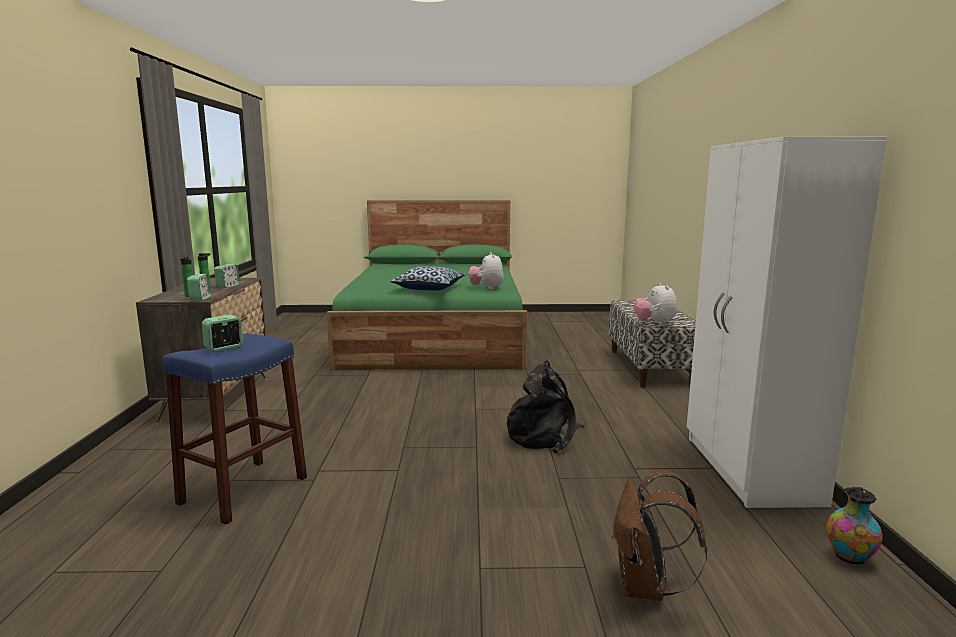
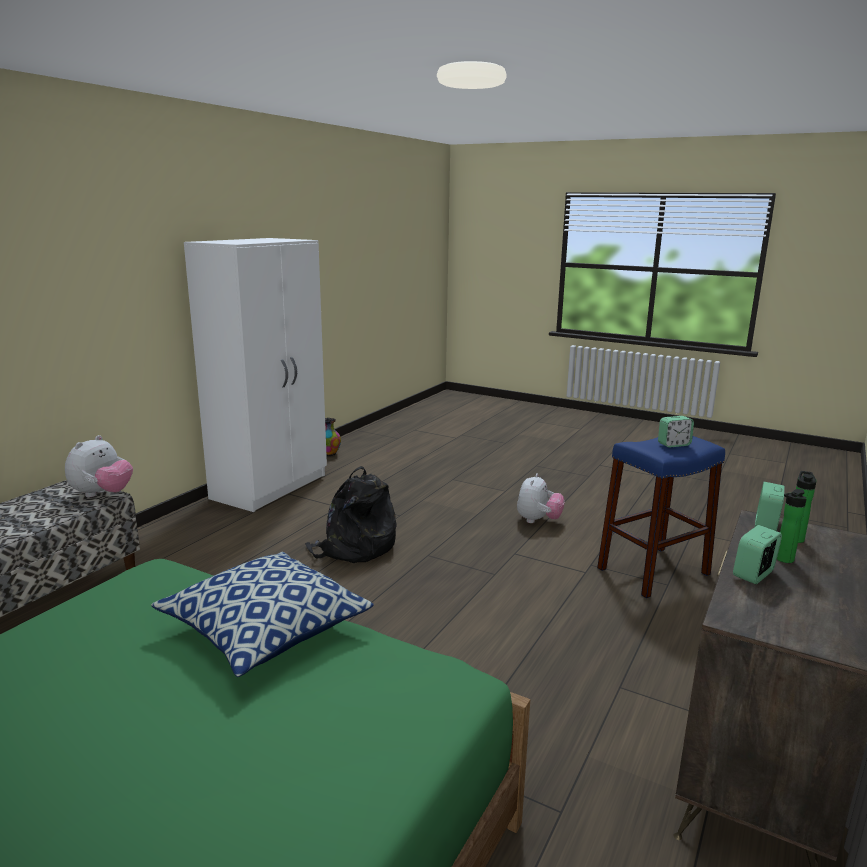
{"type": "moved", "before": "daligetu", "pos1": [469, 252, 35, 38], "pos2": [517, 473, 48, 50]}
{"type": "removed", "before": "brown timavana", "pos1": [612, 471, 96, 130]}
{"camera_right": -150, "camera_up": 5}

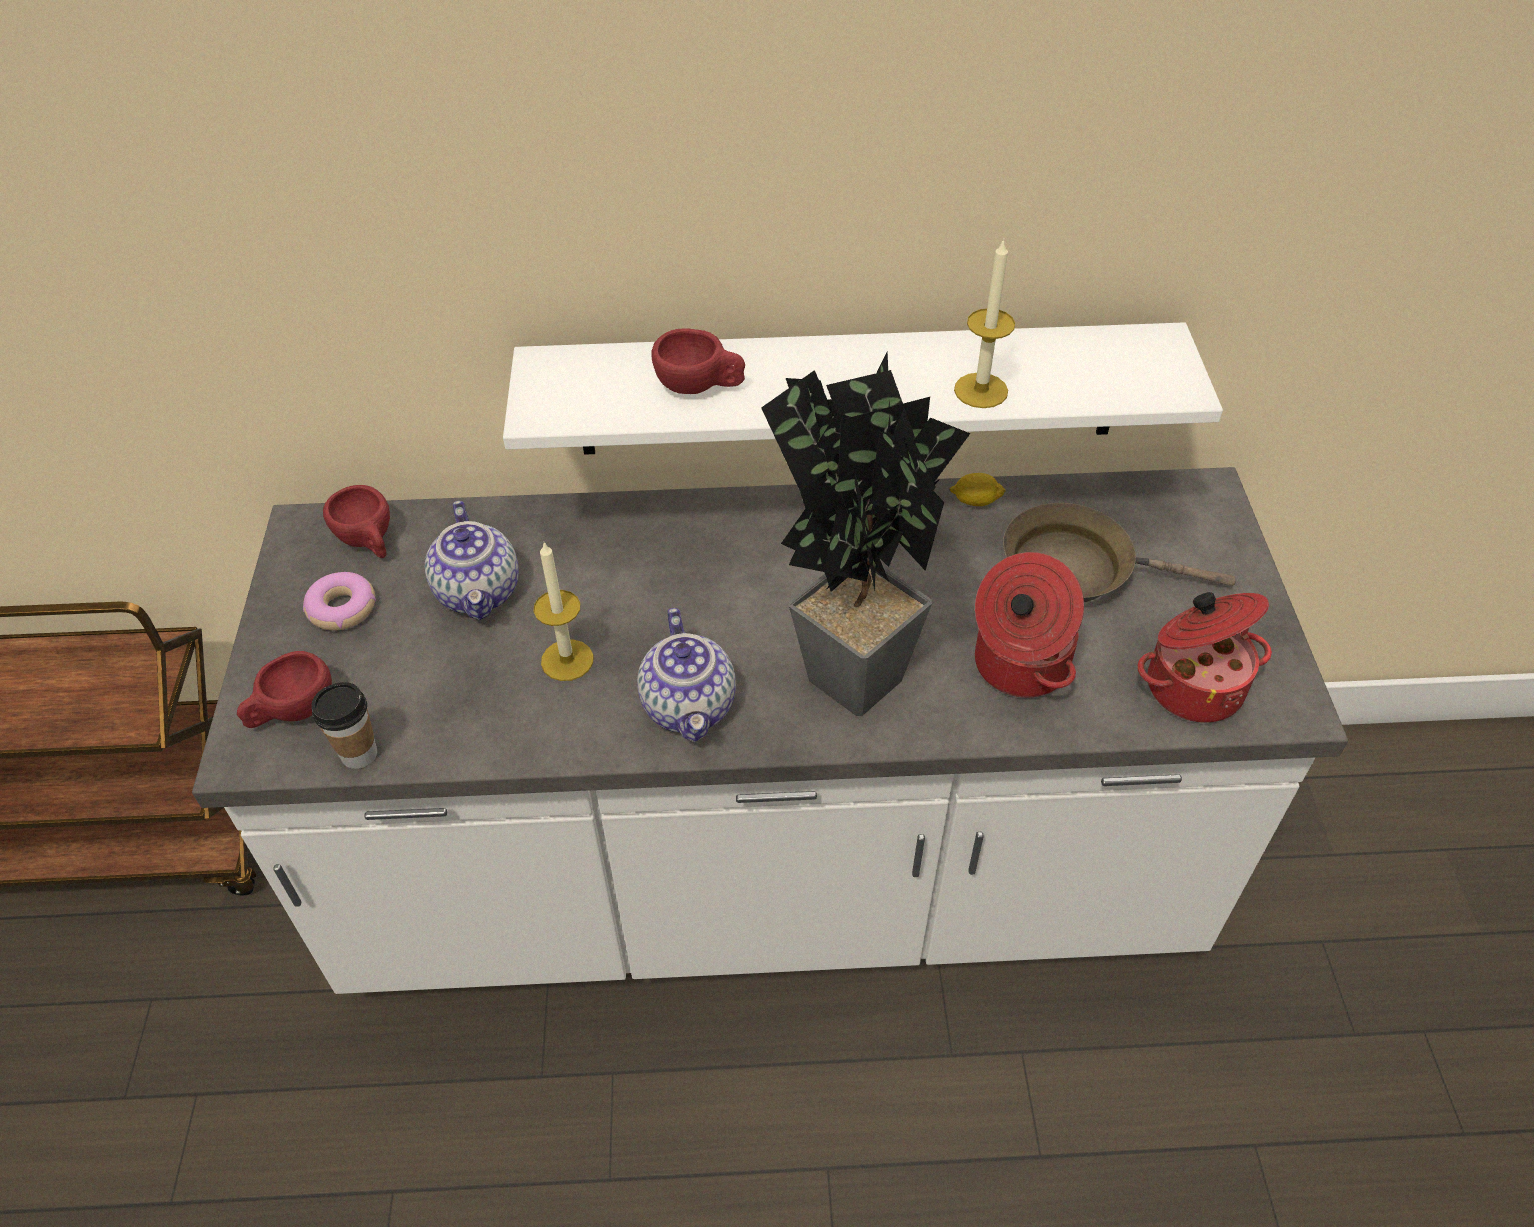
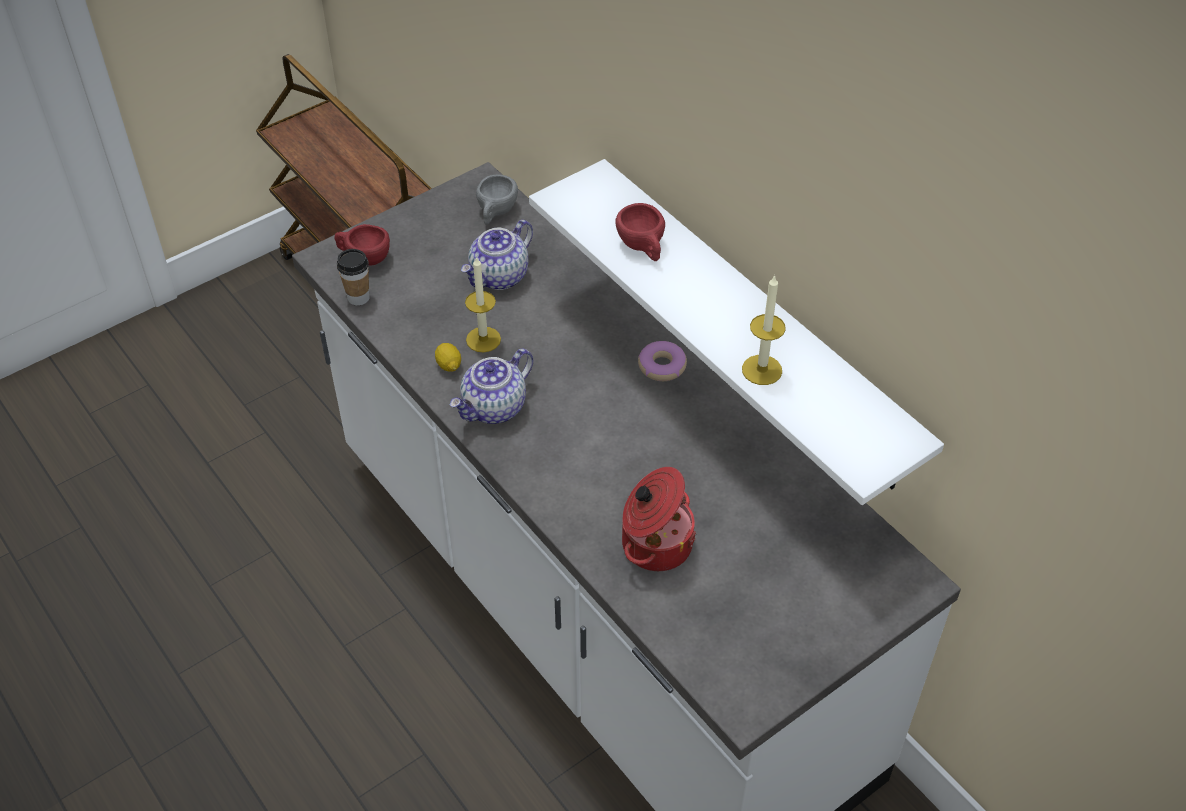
{"type": "moved", "before": "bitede", "pos1": [950, 473, 56, 33], "pos2": [435, 343, 26, 29]}
{"type": "recoloured", "before": "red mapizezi", "after": "grey mapizezi", "pos1": [323, 485, 67, 73], "pos2": [476, 175, 42, 50]}
{"type": "moved", "before": "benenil", "pos1": [303, 572, 73, 59], "pos2": [638, 341, 49, 40]}
{"type": "removed", "before": "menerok", "pos1": [761, 351, 209, 365]}
{"type": "removed", "before": "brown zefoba", "pos1": [1003, 503, 233, 99]}
{"type": "removed", "before": "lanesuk", "pos1": [1138, 592, 134, 131]}
{"camera_right": 55, "camera_up": 0}

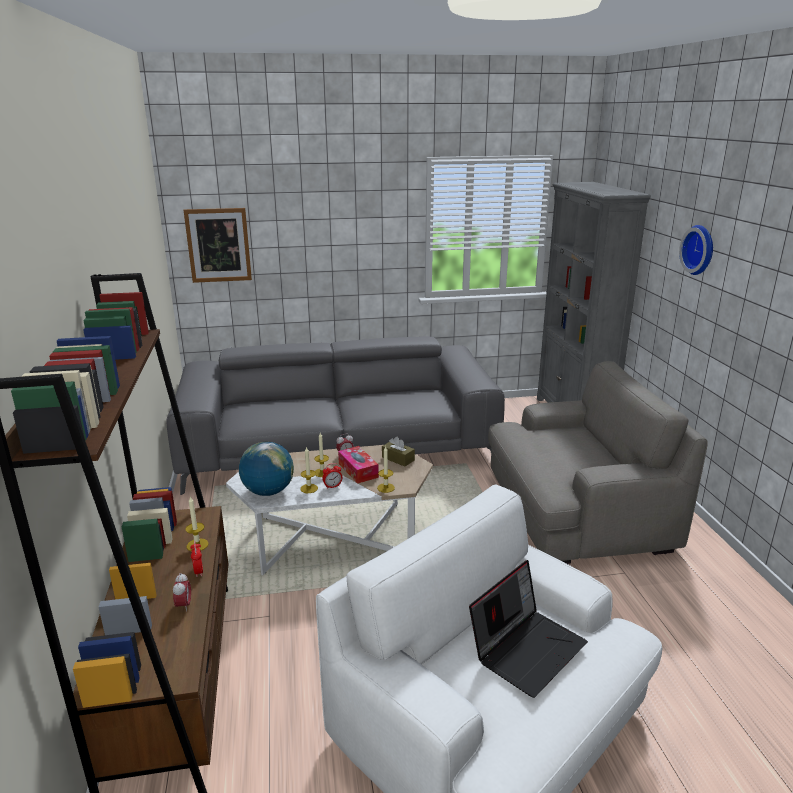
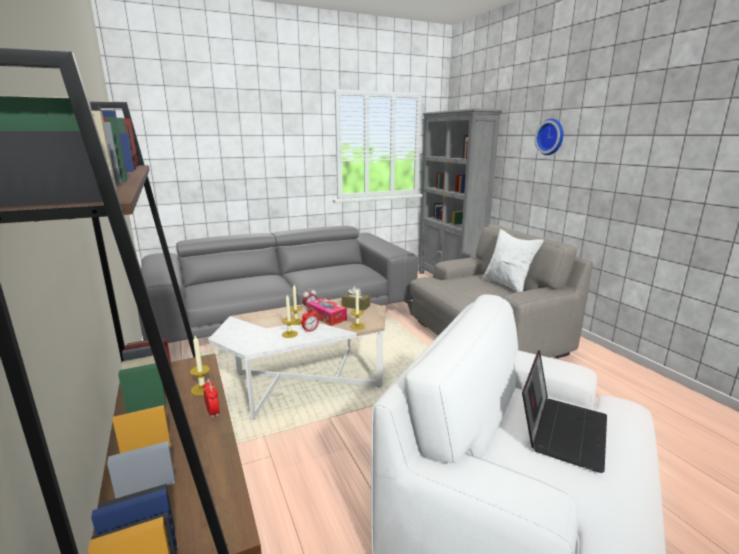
{"type": "added", "after": "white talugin", "pos2": [482, 229, 62, 63]}
{"type": "removed", "before": "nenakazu", "pos1": [173, 573, 18, 39]}
{"type": "removed", "before": "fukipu", "pos1": [184, 208, 68, 75]}
{"type": "removed", "before": "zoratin", "pos1": [239, 442, 55, 54]}
{"camera_right": -15, "camera_up": -5}

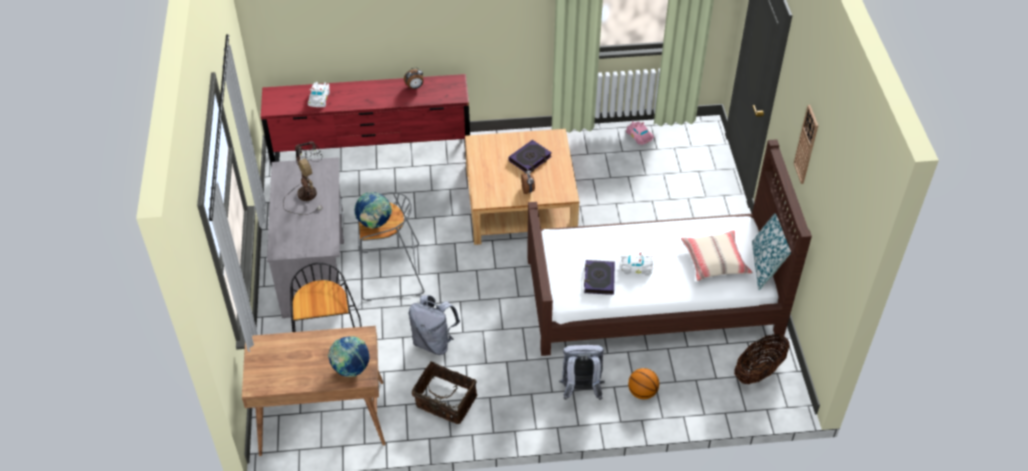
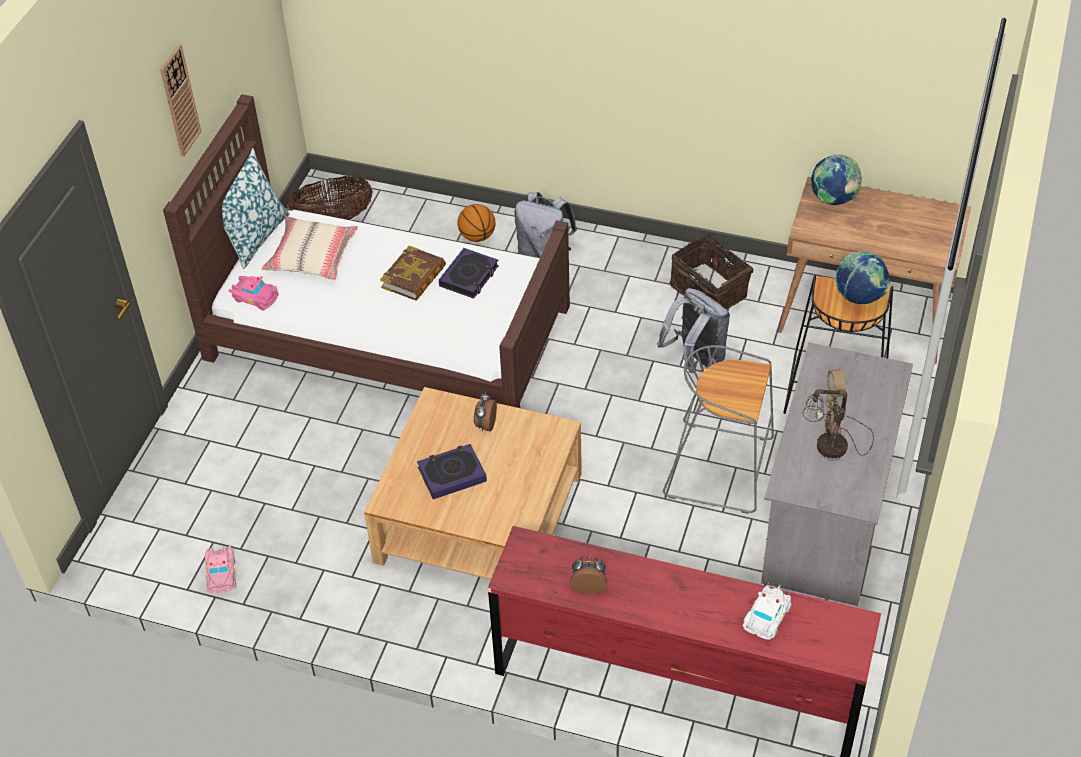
{"type": "added", "after": "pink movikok", "pos2": [229, 276, 50, 35]}
{"type": "replaced", "before": "white movikok", "after": "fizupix", "pos1": [620, 252, 33, 24], "pos2": [380, 245, 66, 56]}
{"type": "moved", "before": "zoratin", "pos1": [354, 192, 38, 37], "pos2": [835, 251, 55, 53]}
{"camera_right": -155, "camera_up": 0}

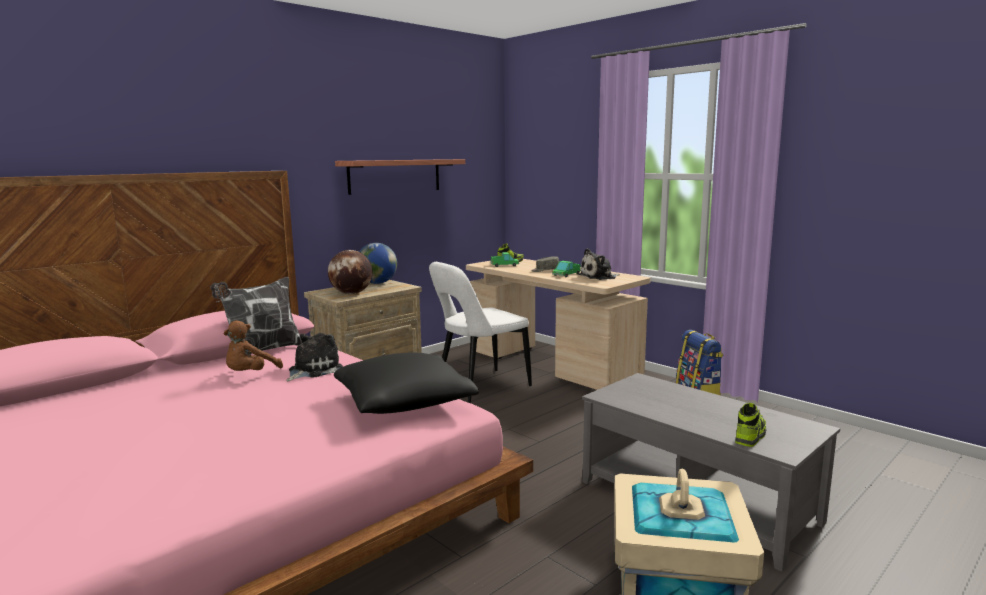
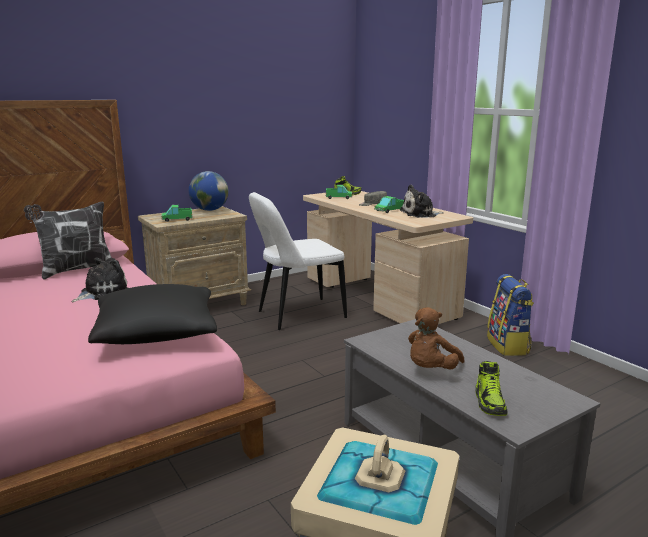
{"type": "replaced", "before": "zoratin", "after": "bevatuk", "pos1": [328, 250, 45, 44], "pos2": [161, 205, 32, 17]}
{"type": "moved", "before": "brown daligetu", "pos1": [223, 321, 60, 50], "pos2": [408, 307, 56, 62]}
{"type": "turned", "before": "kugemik", "pos1": [735, 403, 31, 44], "pos2": [475, 361, 33, 55], "turn": 135}
{"type": "removed", "before": "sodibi", "pos1": [335, 159, 130, 36]}
{"camera_right": 10, "camera_up": 5}

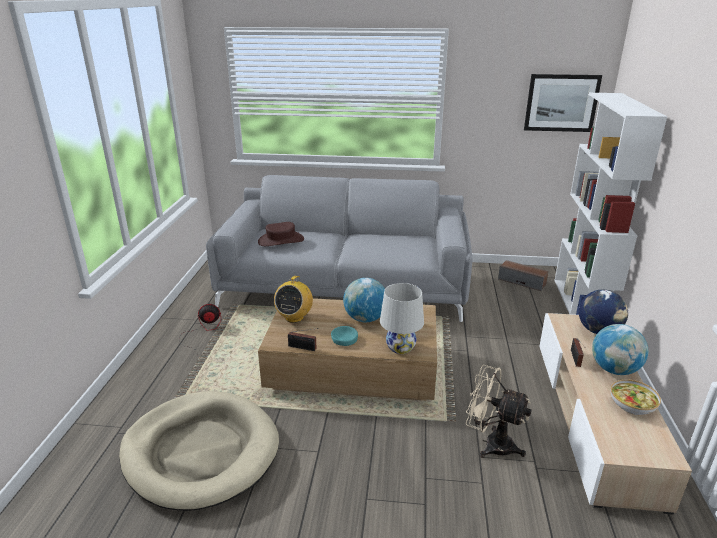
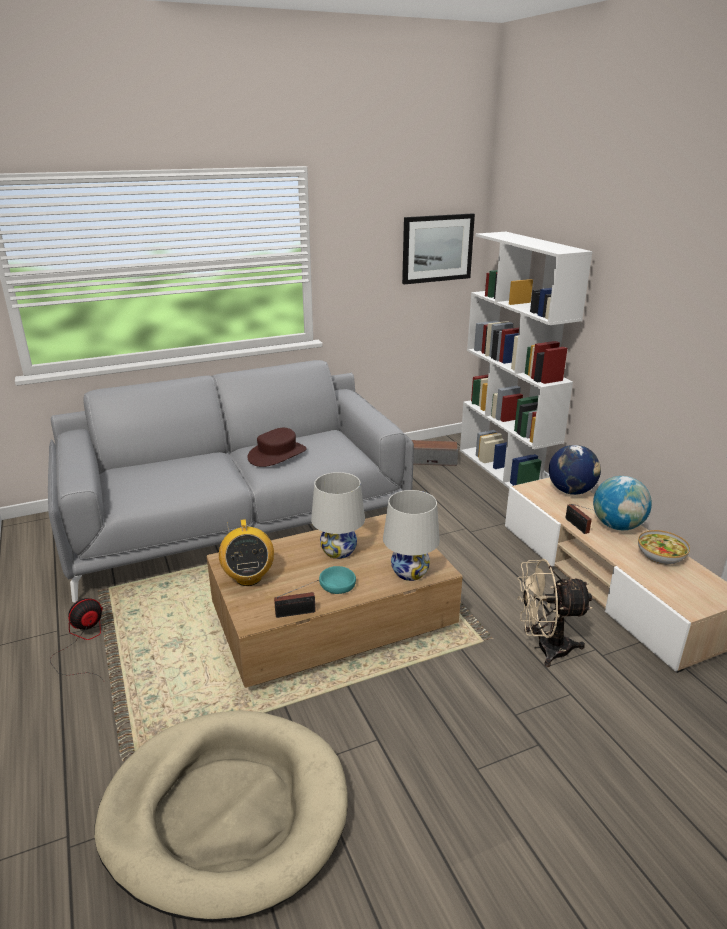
{"type": "moved", "before": "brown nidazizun", "pos1": [258, 222, 46, 24], "pos2": [247, 428, 60, 39]}
{"type": "replaced", "before": "zoratin", "after": "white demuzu", "pos1": [343, 278, 42, 44], "pos2": [311, 472, 54, 87]}
{"camera_right": -30, "camera_up": 0}

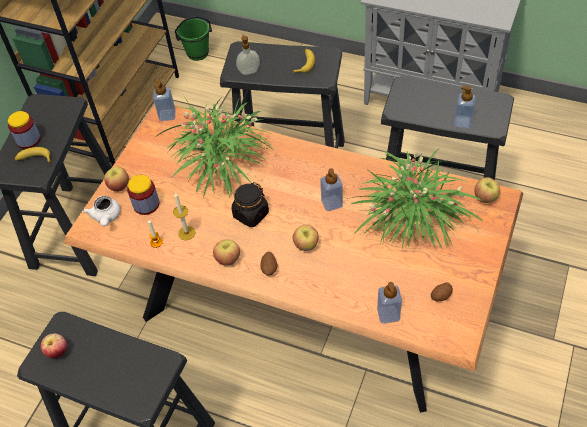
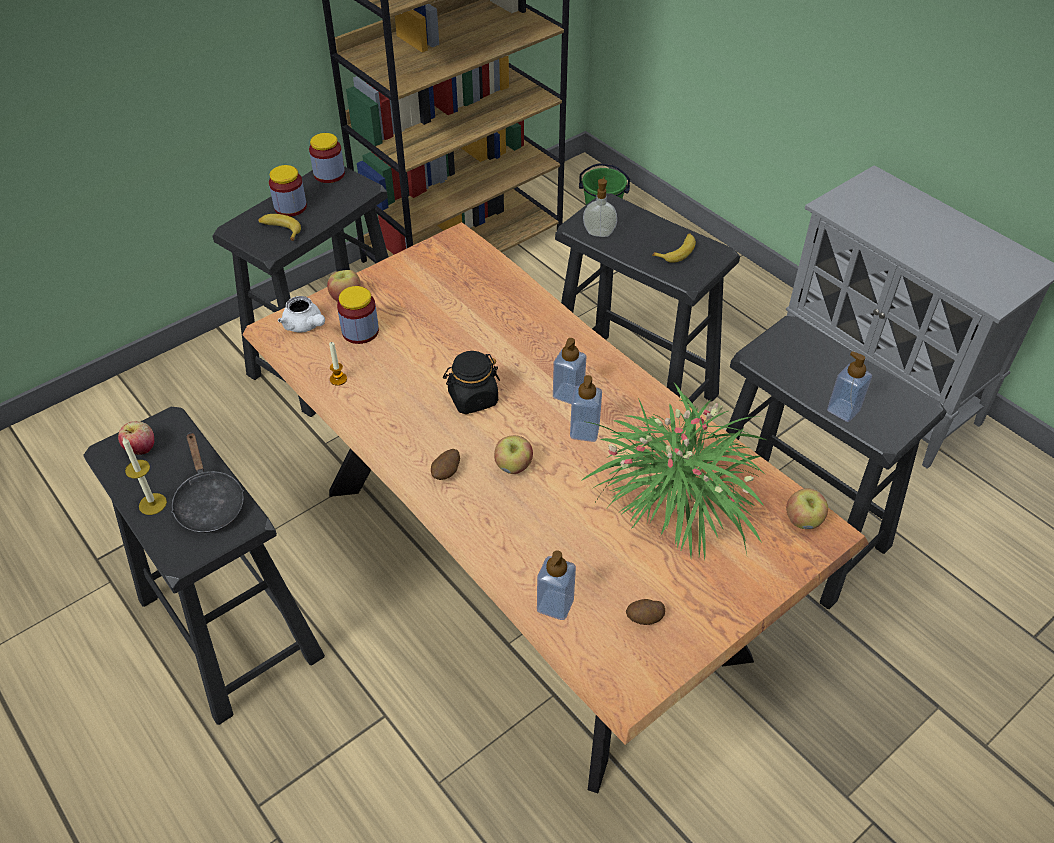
{"type": "moved", "before": "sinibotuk", "pos1": [173, 193, 22, 47], "pos2": [122, 436, 45, 79]}
{"type": "added", "after": "black zefoba", "pos2": [171, 432, 73, 101]}
{"type": "turned", "before": "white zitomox", "pos1": [83, 196, 38, 31], "pos2": [278, 296, 47, 37], "turn": -60}
{"type": "added", "after": "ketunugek", "pos2": [309, 133, 36, 50]}
{"type": "moved", "before": "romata", "pos1": [153, 80, 23, 41], "pos2": [553, 338, 33, 66]}
{"type": "removed", "before": "menerok", "pos1": [154, 96, 120, 102]}
{"type": "removed", "before": "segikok", "pos1": [213, 239, 27, 27]}
{"camera_right": 25, "camera_up": -5}

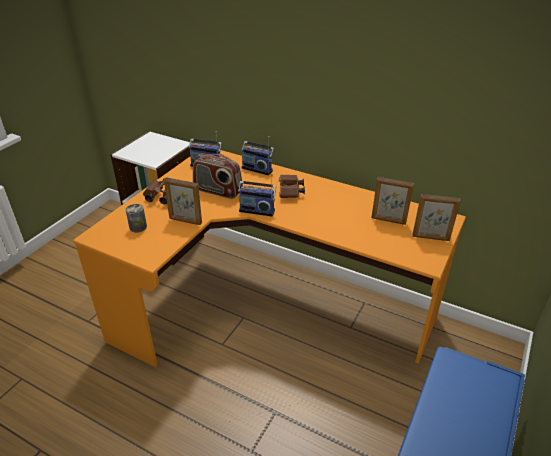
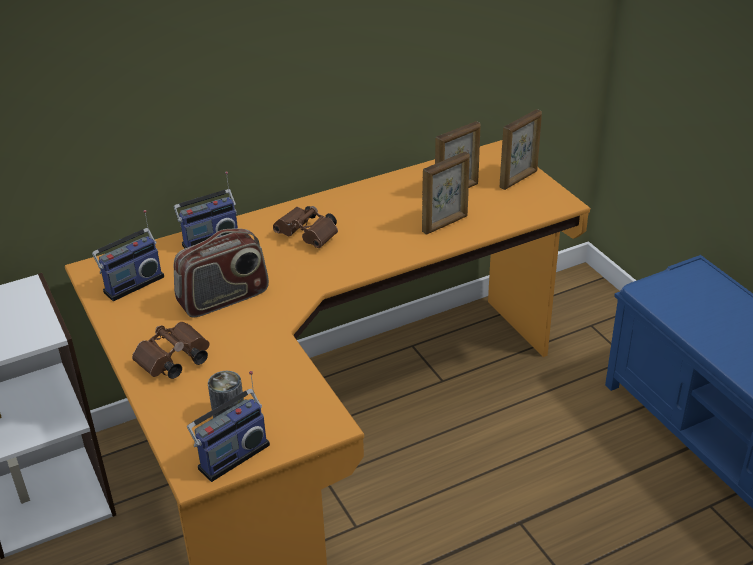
{"type": "moved", "before": "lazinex", "pos1": [238, 174, 38, 42], "pos2": [187, 371, 83, 111]}
{"type": "moved", "before": "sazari", "pos1": [164, 177, 38, 48], "pos2": [422, 152, 48, 83]}
{"camera_right": -55, "camera_up": 0}

